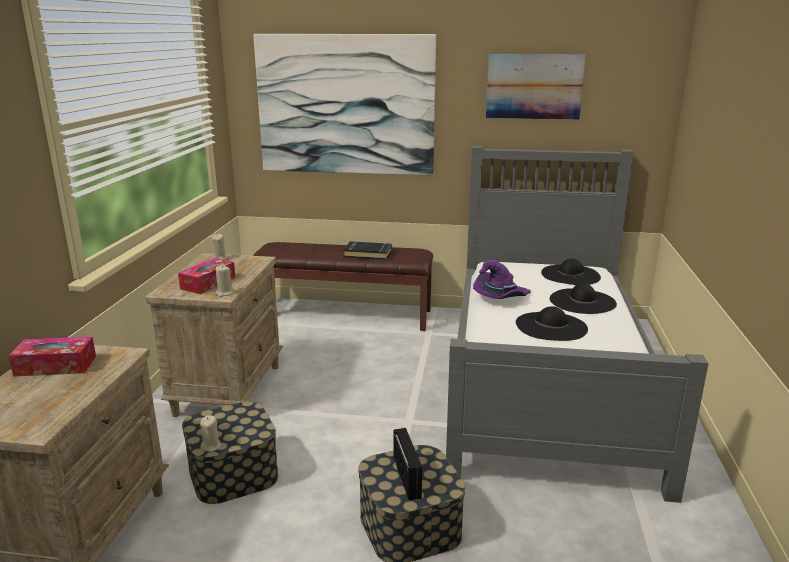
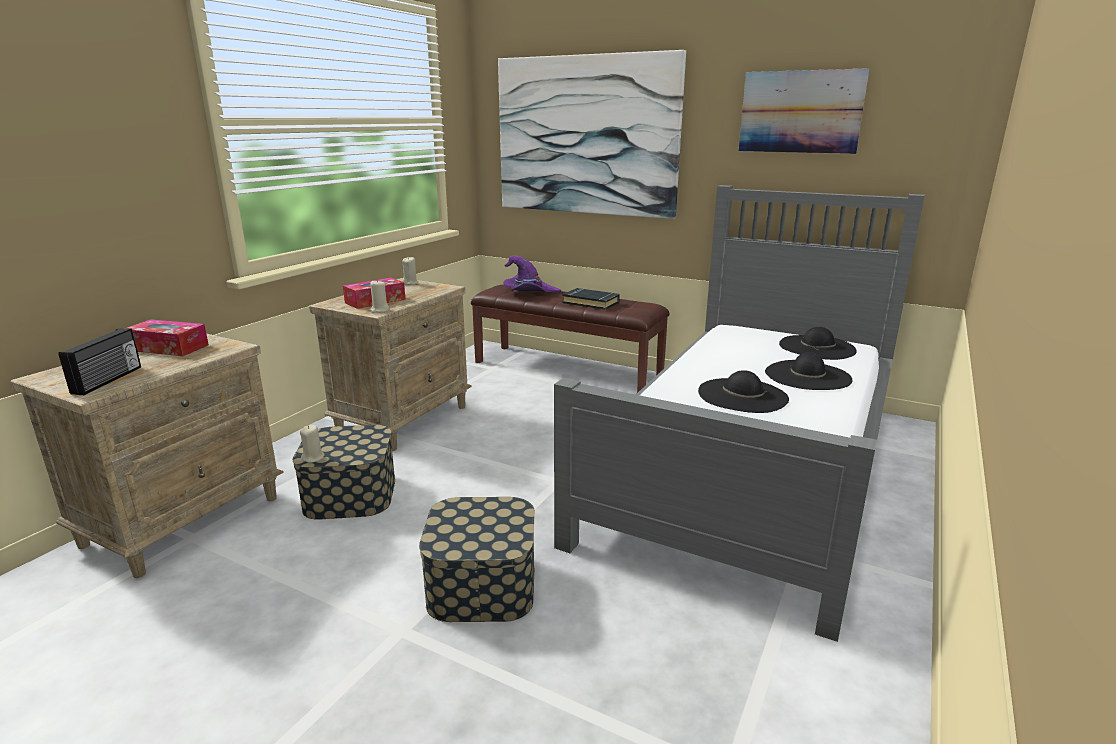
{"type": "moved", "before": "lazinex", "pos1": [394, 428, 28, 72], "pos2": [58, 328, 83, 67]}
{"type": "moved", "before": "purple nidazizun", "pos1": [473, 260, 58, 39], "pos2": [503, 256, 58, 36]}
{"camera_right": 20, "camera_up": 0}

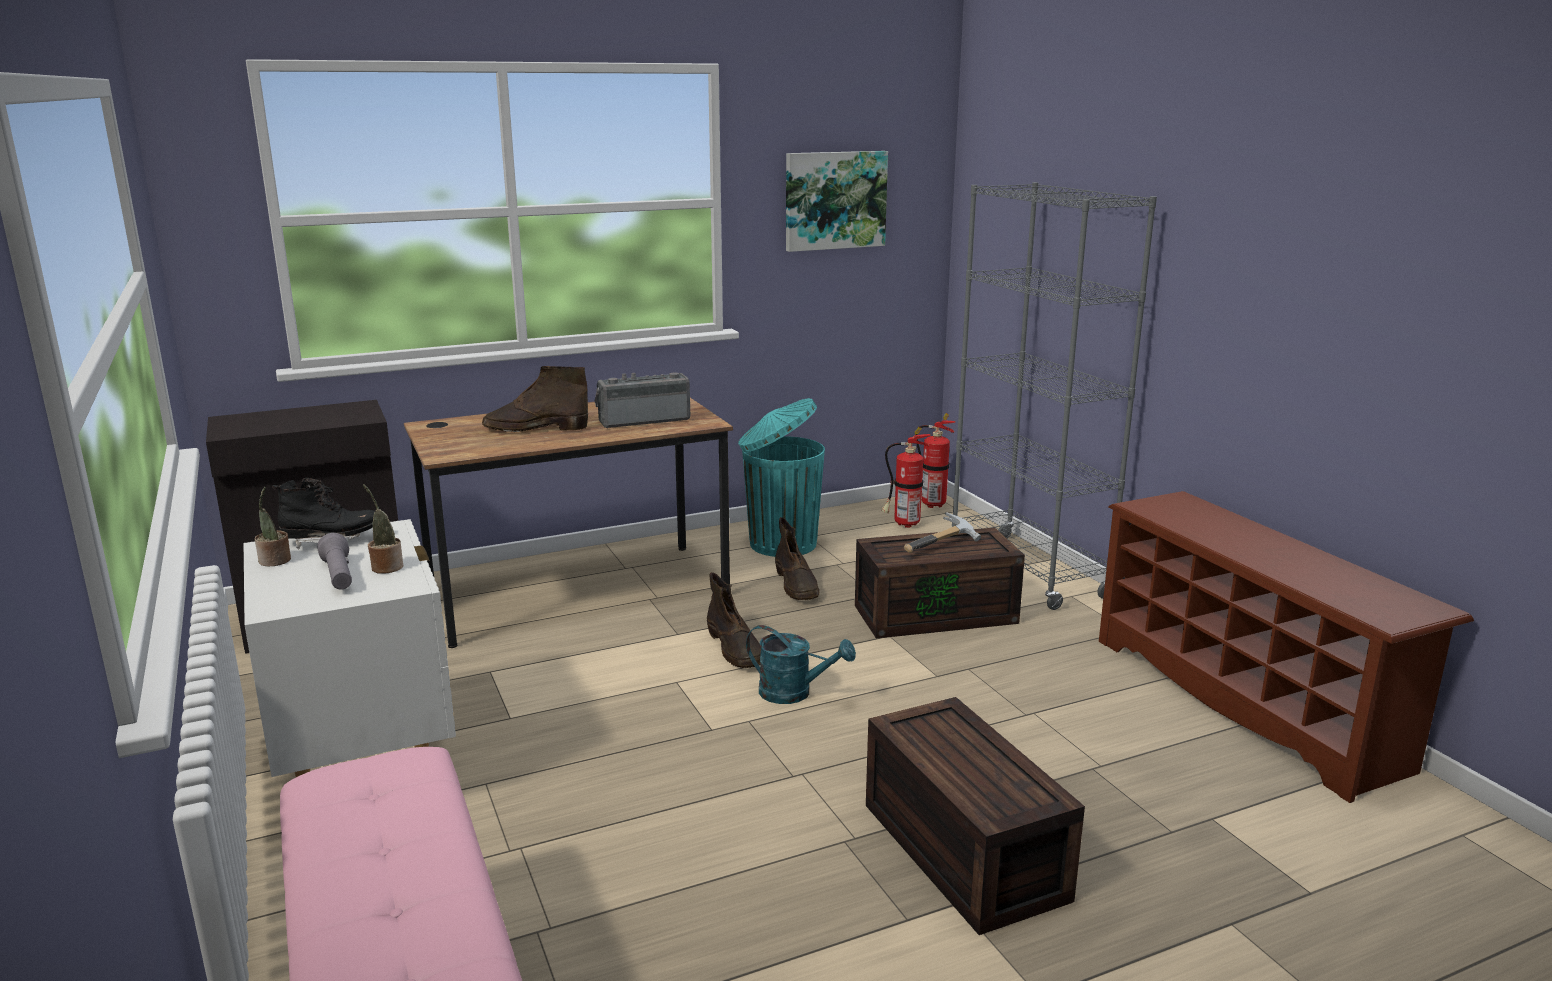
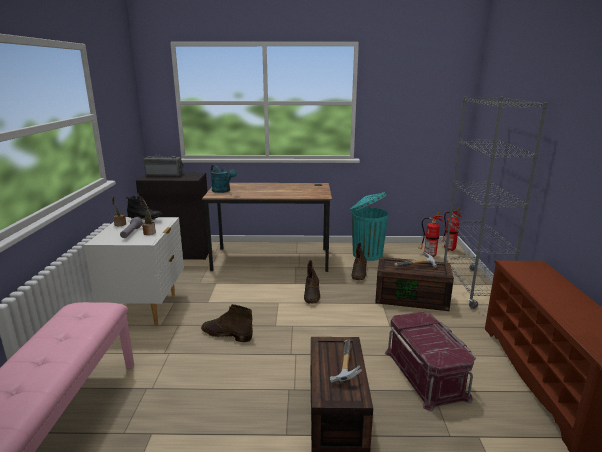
{"type": "moved", "before": "lazinex", "pos1": [595, 372, 95, 56], "pos2": [143, 155, 41, 21]}
{"type": "moved", "before": "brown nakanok", "pos1": [482, 366, 106, 66], "pos2": [201, 304, 52, 38]}
{"type": "moved", "before": "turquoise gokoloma", "pos1": [746, 625, 110, 79], "pos2": [211, 165, 26, 28]}
{"type": "added", "after": "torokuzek", "pos2": [330, 339, 32, 44]}
{"type": "added", "after": "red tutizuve", "pos2": [385, 312, 91, 99]}
{"type": "removed", "before": "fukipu", "pos1": [786, 151, 102, 101]}
{"camera_right": 25, "camera_up": 0}

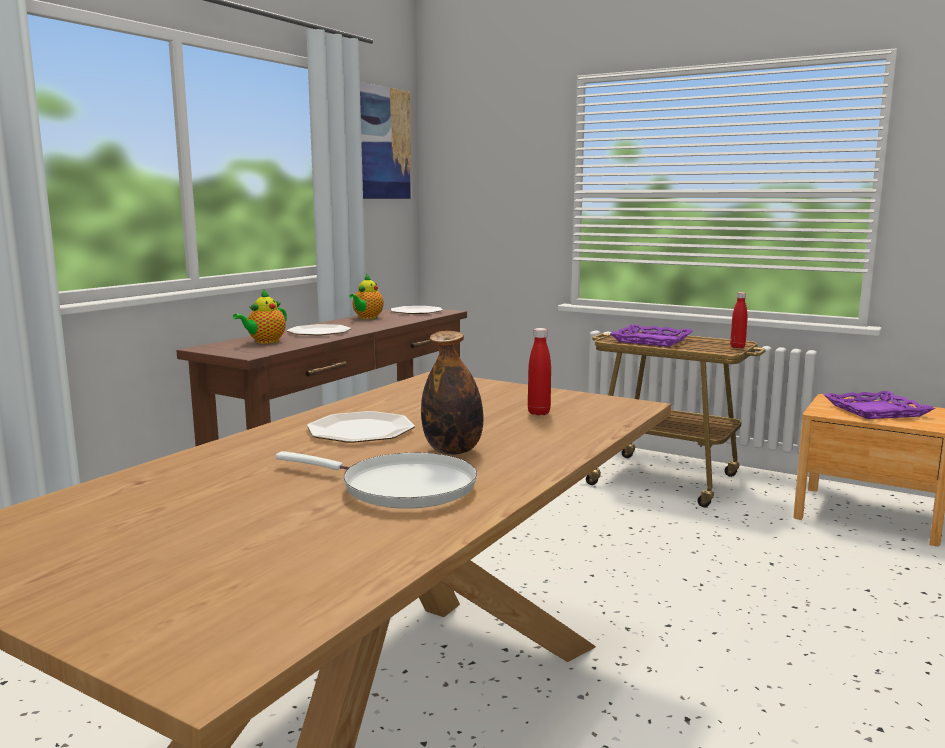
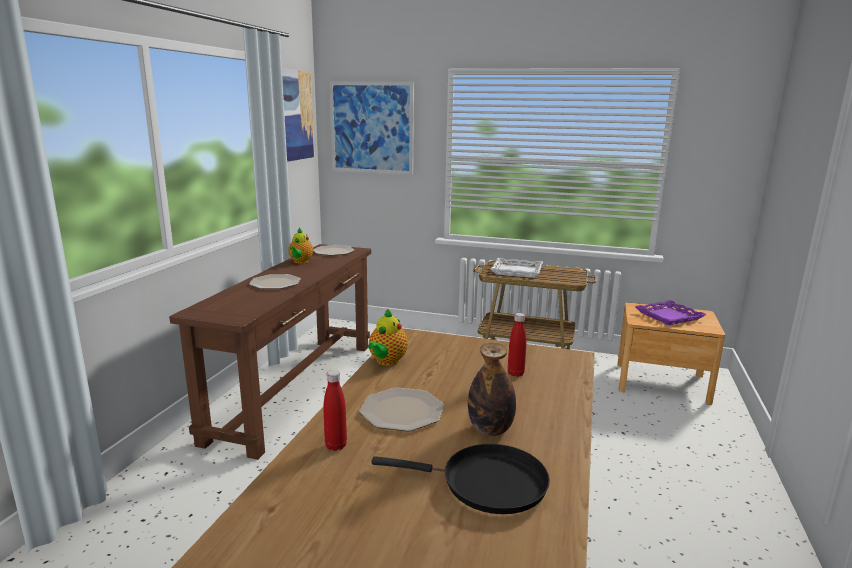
{"type": "moved", "before": "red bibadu", "pos1": [730, 292, 17, 56], "pos2": [323, 370, 24, 81]}
{"type": "added", "after": "fukipu", "pos2": [329, 82, 85, 93]}
{"type": "moved", "before": "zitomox", "pos1": [233, 289, 54, 55], "pos2": [368, 309, 40, 57]}
{"type": "recoloured", "before": "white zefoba", "after": "black zefoba", "pos1": [276, 451, 201, 58], "pos2": [371, 444, 179, 70]}
{"type": "recoloured", "before": "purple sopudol", "after": "white sopudol", "pos1": [610, 324, 83, 23], "pos2": [490, 258, 53, 20]}
{"camera_right": -15, "camera_up": 5}

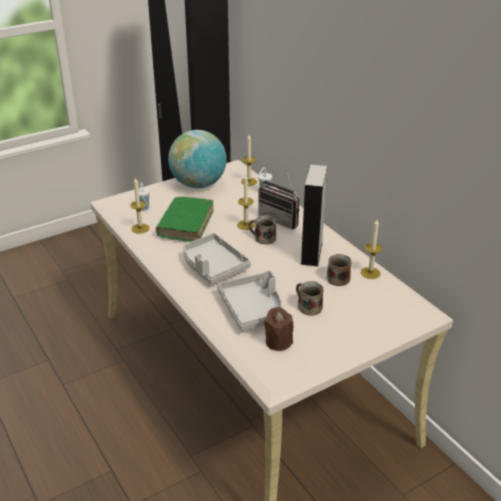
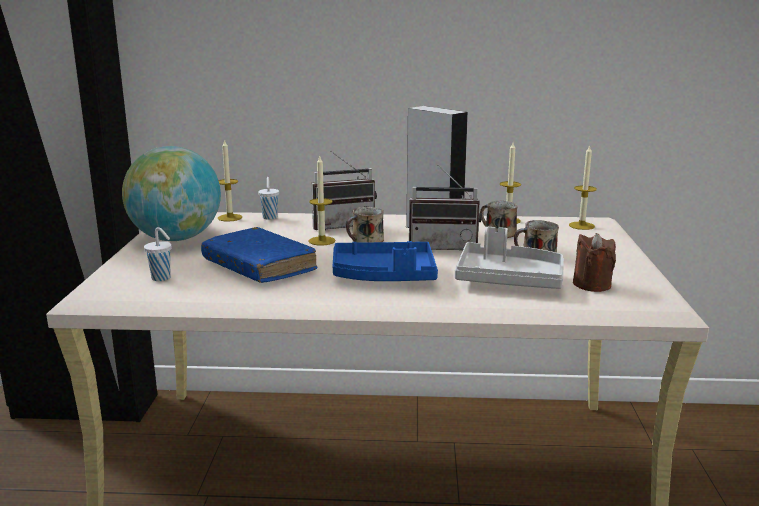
{"type": "recoloured", "before": "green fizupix", "after": "blue fizupix", "pos1": [156, 197, 58, 45], "pos2": [201, 227, 116, 56]}
{"type": "recoloured", "before": "grey sopudol", "after": "blue sopudol", "pos1": [183, 233, 68, 51], "pos2": [333, 241, 105, 40]}
{"type": "added", "after": "lazinex", "pos2": [409, 164, 72, 86]}
{"type": "moved", "before": "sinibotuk", "pos1": [130, 178, 20, 56], "pos2": [569, 145, 28, 85]}
{"camera_right": -55, "camera_up": -15}

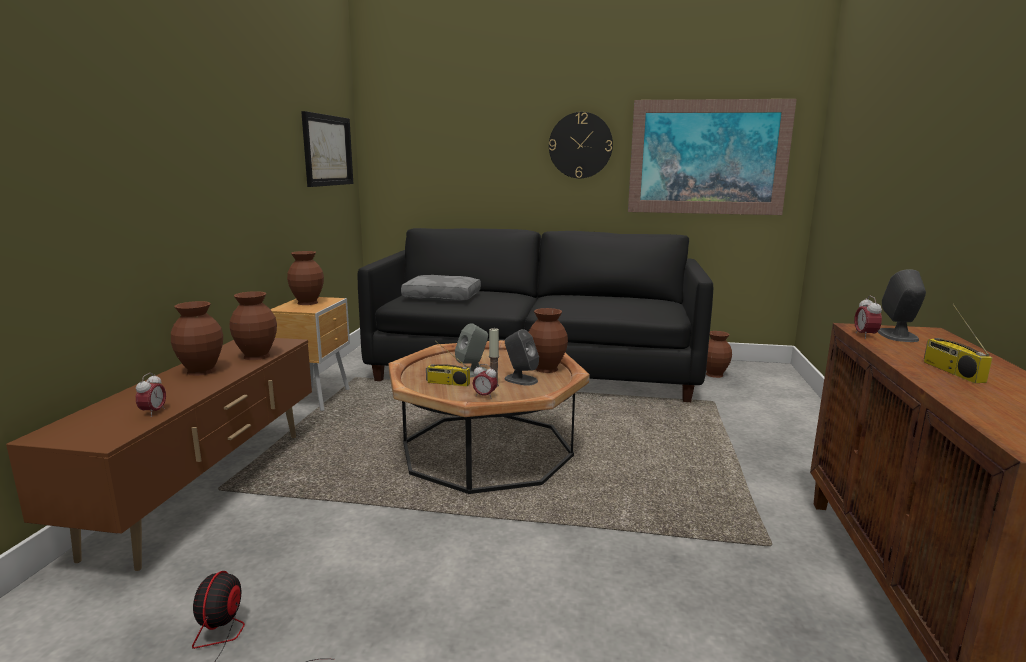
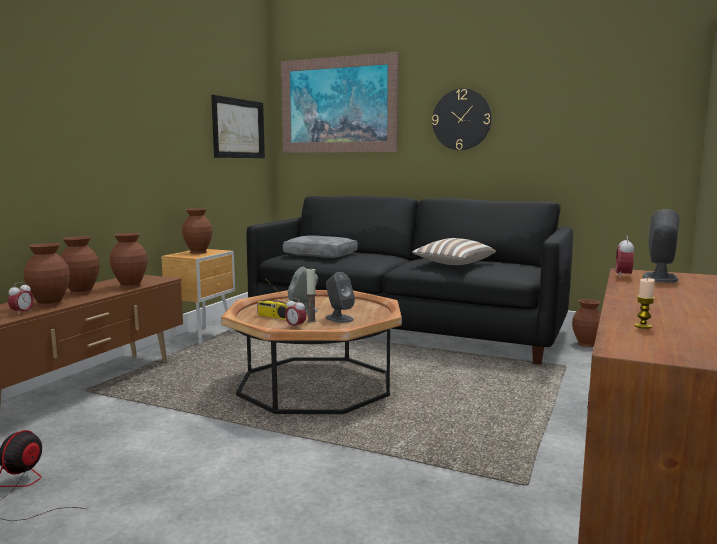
{"type": "moved", "before": "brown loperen", "pos1": [529, 308, 39, 65], "pos2": [24, 243, 46, 64]}
{"type": "moved", "before": "fukipu", "pos1": [628, 99, 169, 116], "pos2": [281, 52, 118, 101]}
{"type": "added", "after": "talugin", "pos2": [412, 238, 84, 27]}
{"type": "added", "after": "sinibotuk", "pos2": [634, 278, 21, 51]}
{"type": "removed", "before": "lazinex", "pos1": [924, 304, 68, 79]}
{"camera_right": 15, "camera_up": -5}

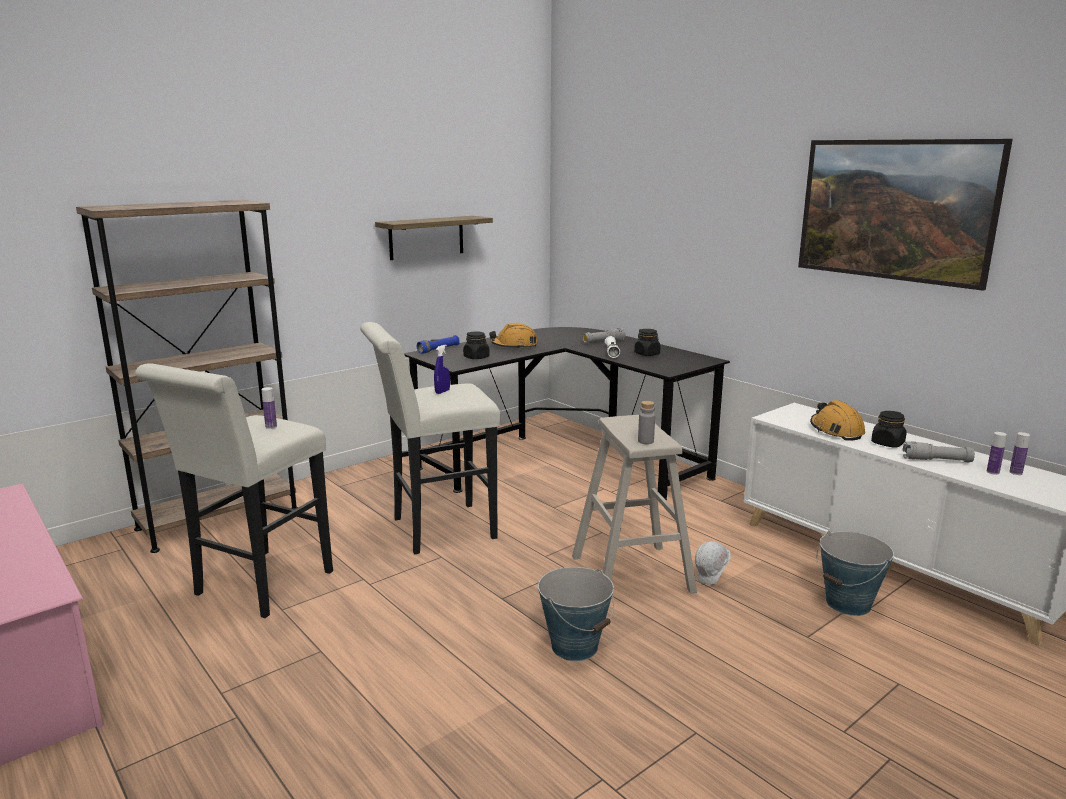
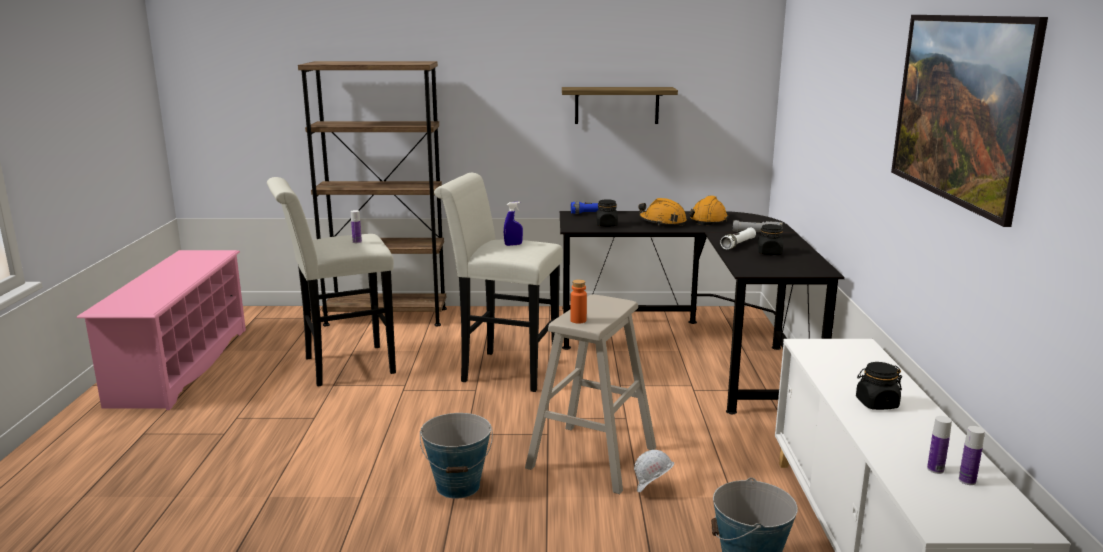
{"type": "recoloured", "before": "grey bibadu", "after": "orange bibadu", "pos1": [638, 401, 17, 43], "pos2": [570, 279, 17, 45]}
{"type": "moved", "before": "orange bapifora", "pos1": [810, 400, 55, 41], "pos2": [689, 195, 40, 30]}
{"type": "removed", "before": "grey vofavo", "pos1": [903, 441, 72, 21]}
{"camera_right": 40, "camera_up": 0}

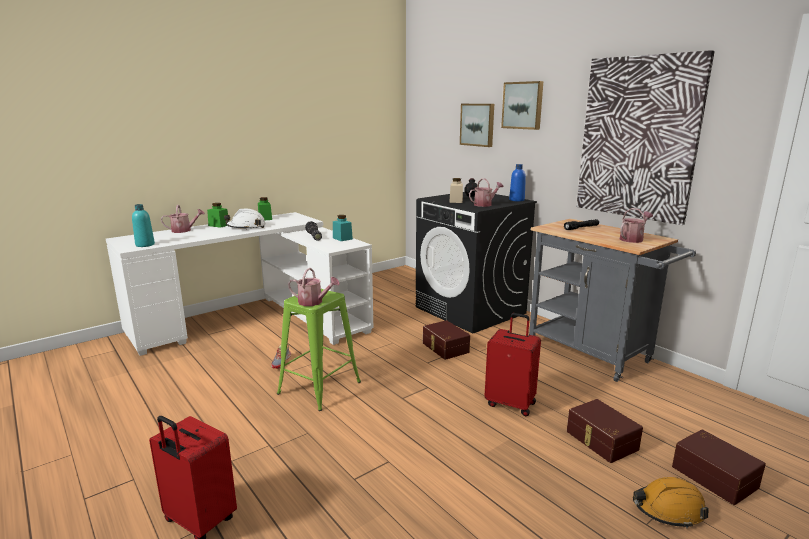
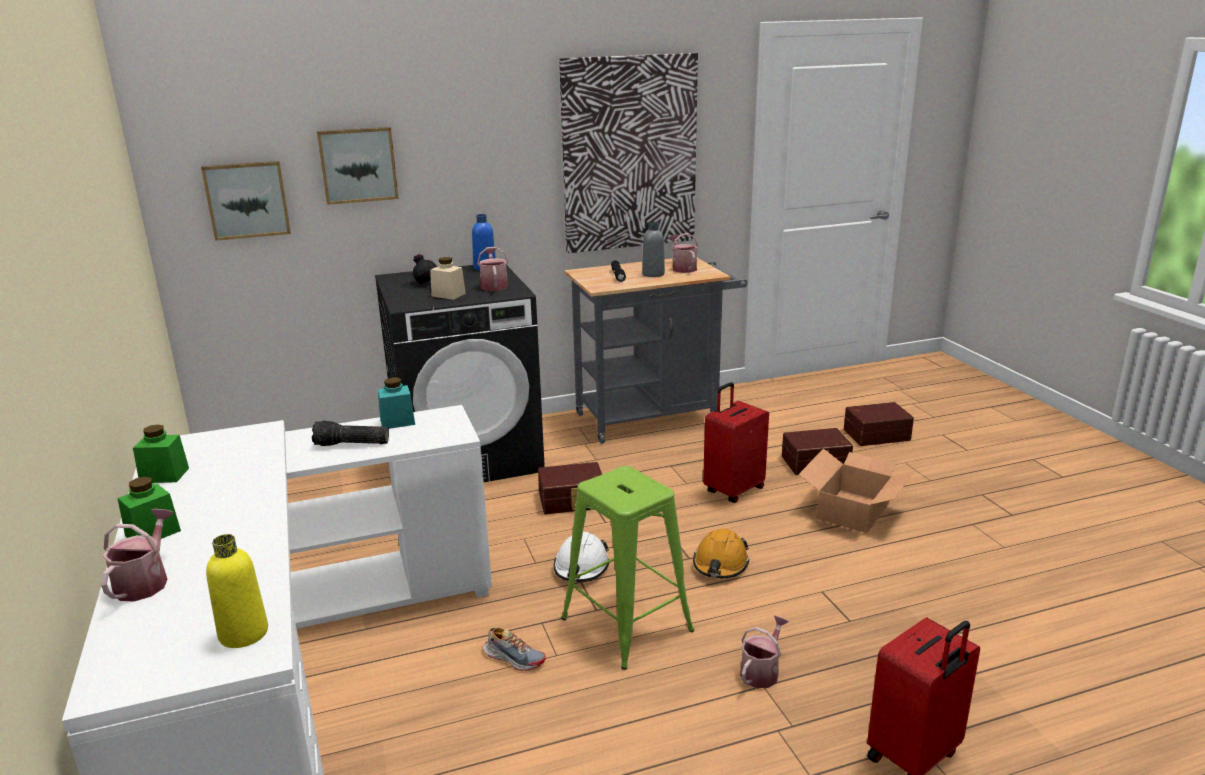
{"type": "moved", "before": "fukipu", "pos1": [501, 81, 42, 49], "pos2": [201, 161, 90, 80]}
{"type": "recoloured", "before": "turquoise bibadu", "after": "yellow bibadu", "pos1": [132, 204, 23, 43], "pos2": [206, 534, 62, 114]}
{"type": "moved", "before": "white bapifora", "pos1": [224, 209, 42, 21], "pos2": [554, 532, 55, 50]}
{"type": "added", "after": "grey bibadu", "pos2": [642, 222, 23, 55]}
{"type": "moved", "before": "orange bapifora", "pos1": [633, 477, 75, 52], "pos2": [693, 529, 56, 49]}
{"type": "moved", "before": "gokoloma", "pos1": [288, 268, 52, 38], "pos2": [740, 615, 49, 73]}
{"type": "added", "after": "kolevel", "pos2": [799, 448, 116, 85]}
{"camera_right": -70, "camera_up": 5}

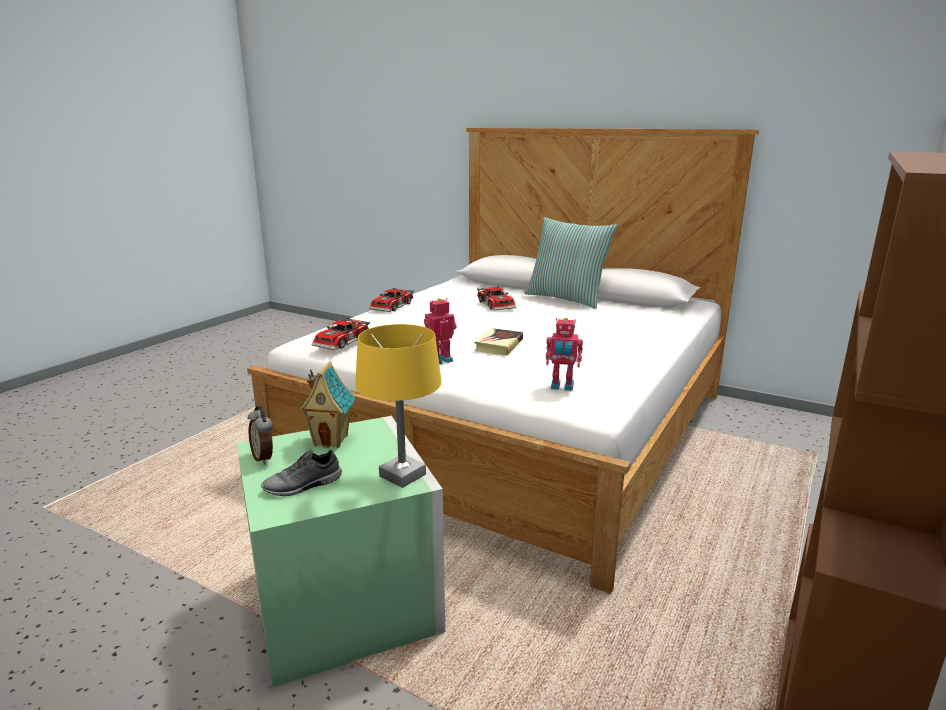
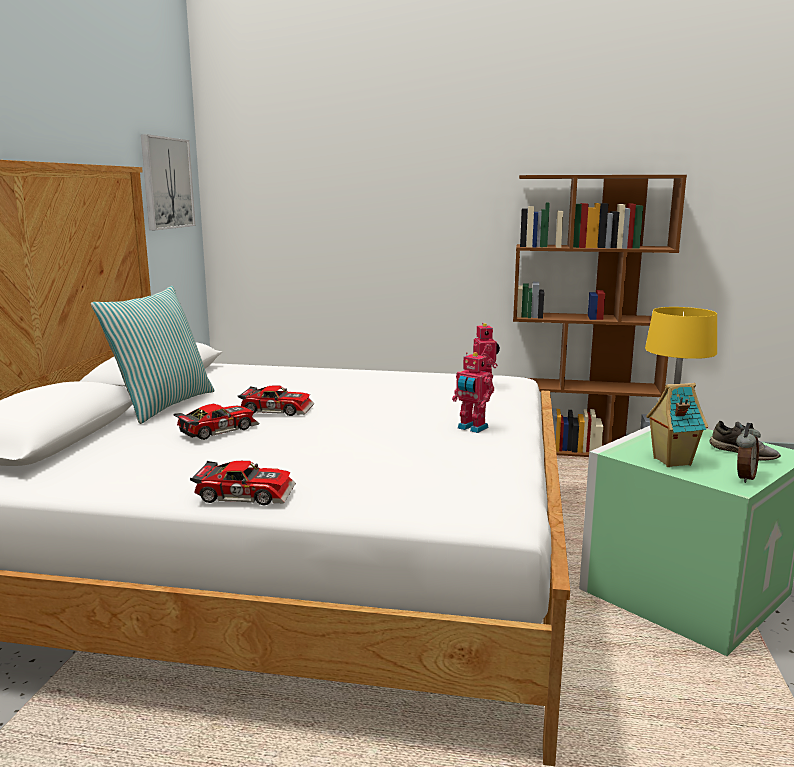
{"type": "added", "after": "fukipu", "pos2": [141, 134, 54, 96]}
{"type": "moved", "before": "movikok", "pos1": [312, 318, 58, 32], "pos2": [238, 385, 76, 31]}
{"type": "removed", "before": "fizupix", "pos1": [474, 328, 49, 27]}
{"camera_right": -110, "camera_up": -5}

